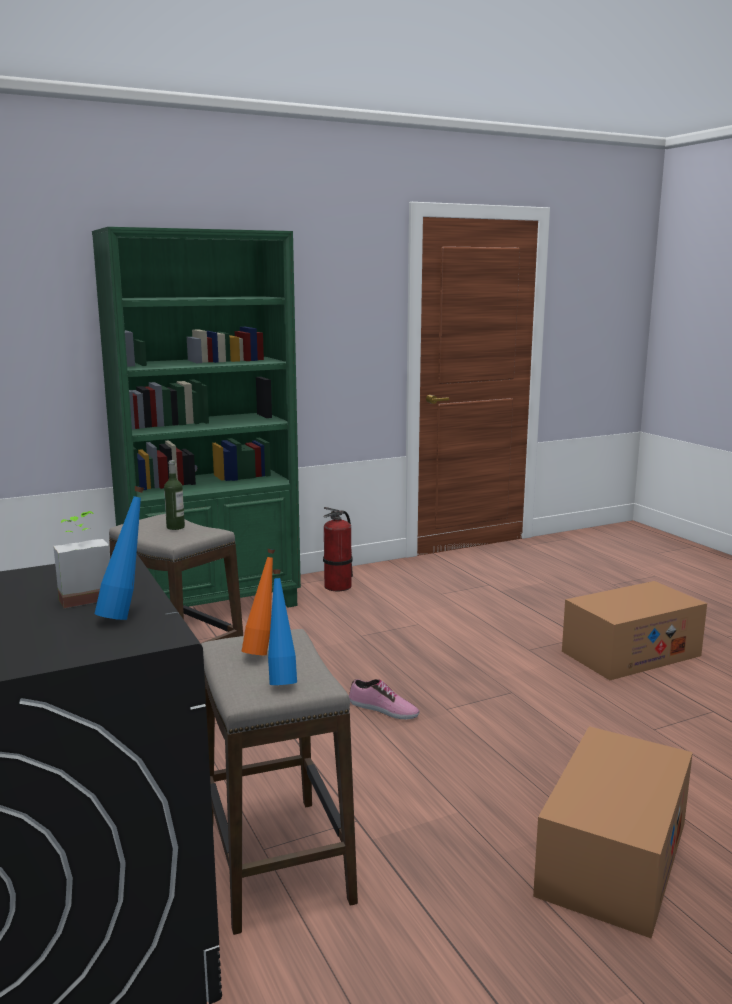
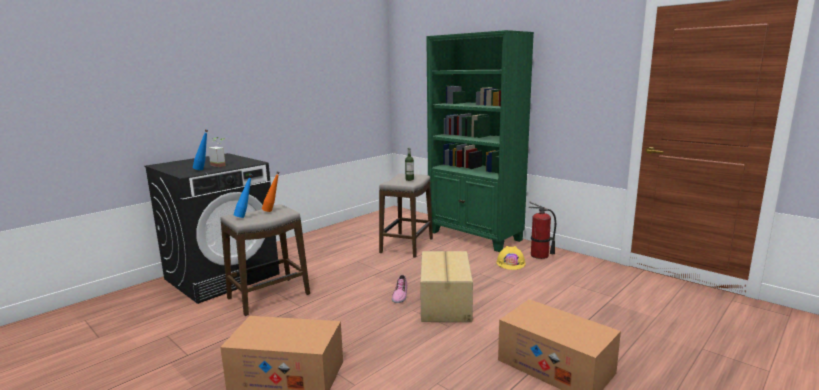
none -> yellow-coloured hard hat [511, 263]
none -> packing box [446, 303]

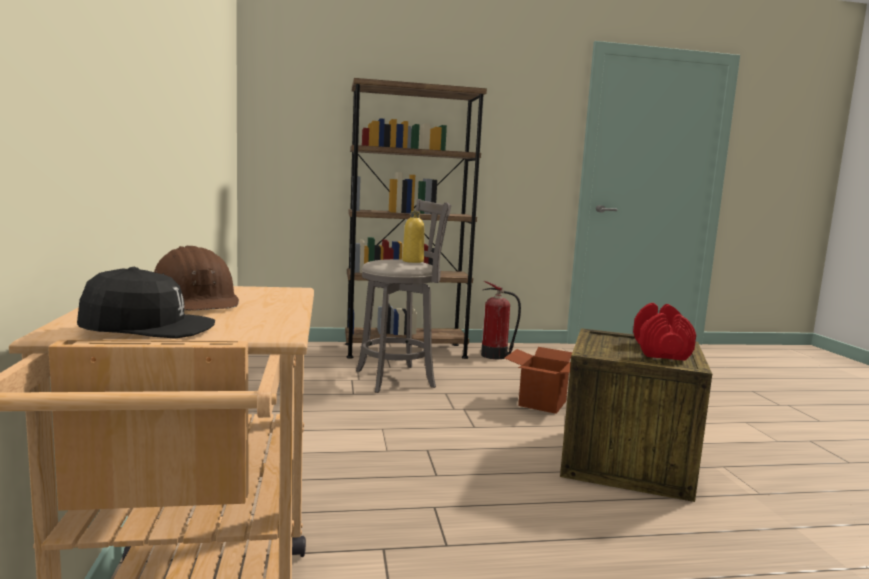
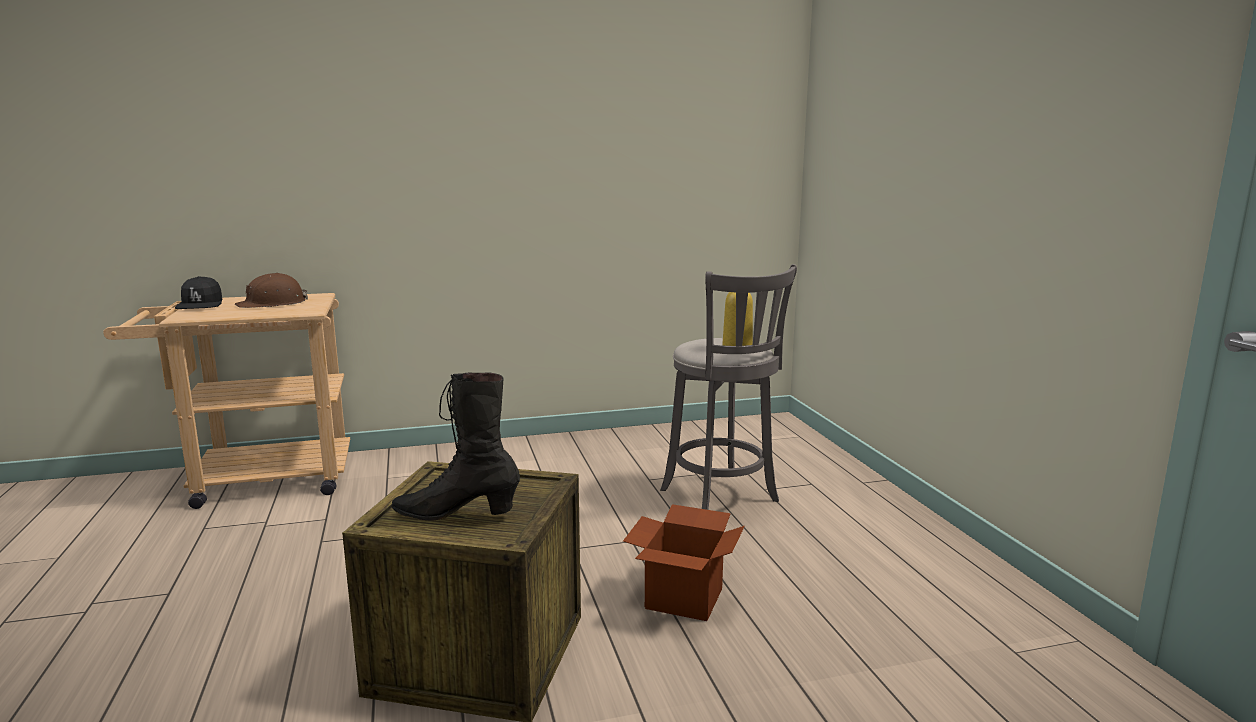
brown shelving unit [405, 351] -> none
extinguisher [496, 355] -> none
reddish dumbbell [661, 350] -> blackish high-top boot [456, 513]

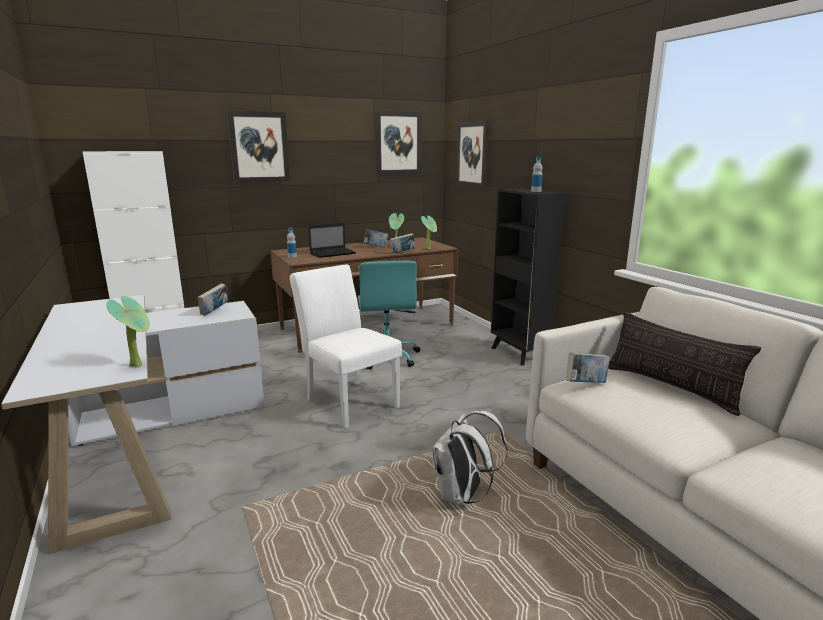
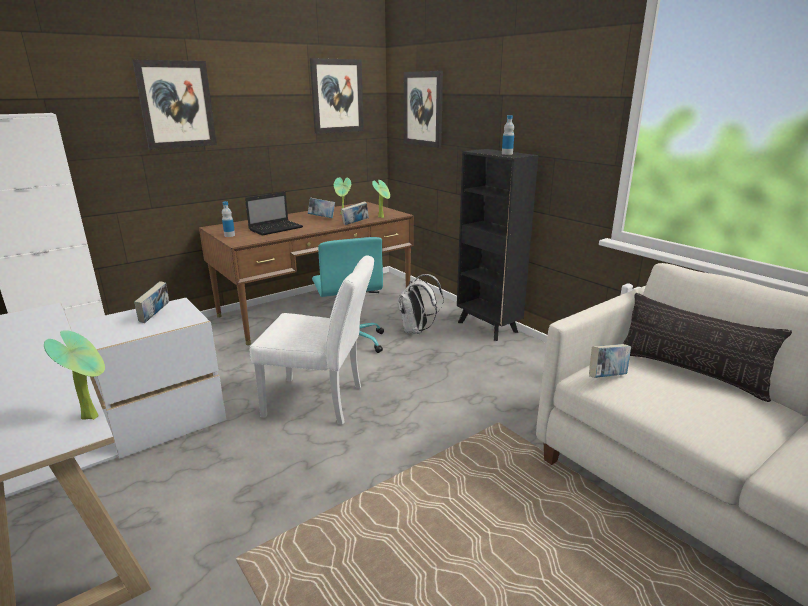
white plain chair [348, 400] -> white plain chair [321, 402], 150 degrees clockwise
white backpack [462, 496] -> white backpack [416, 330], relocated

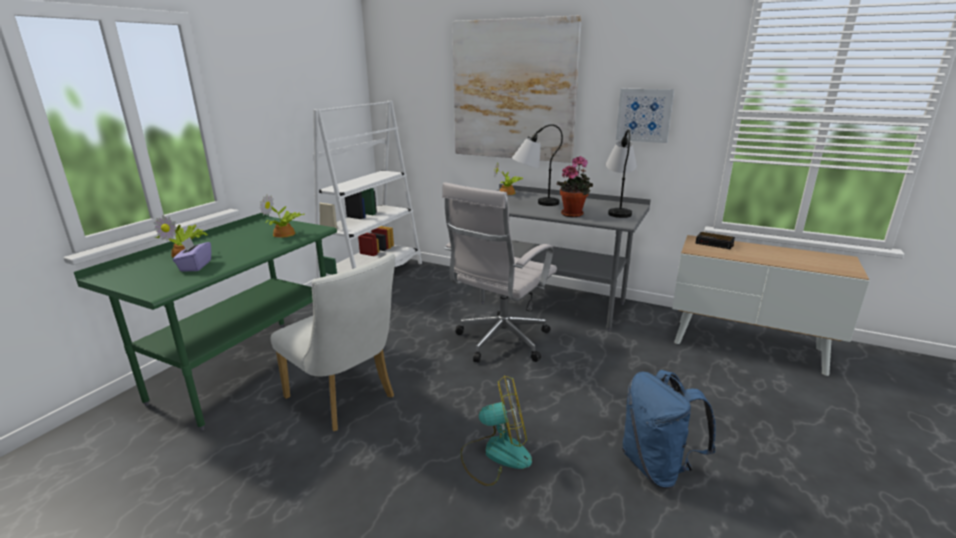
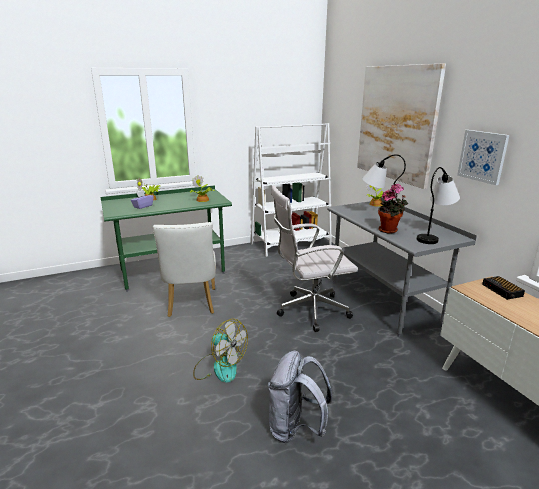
blue backpack [657, 467] -> greyish backpack [296, 428]

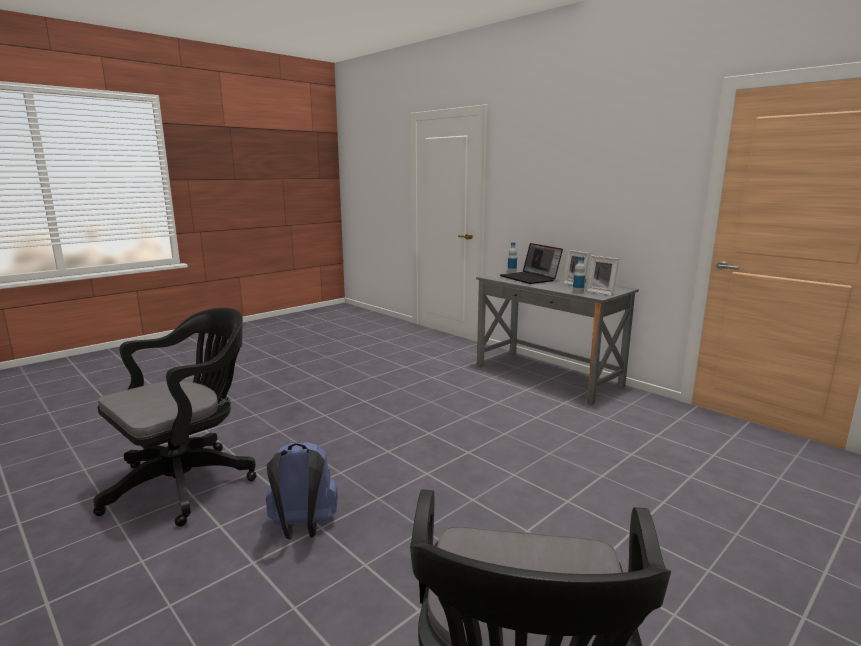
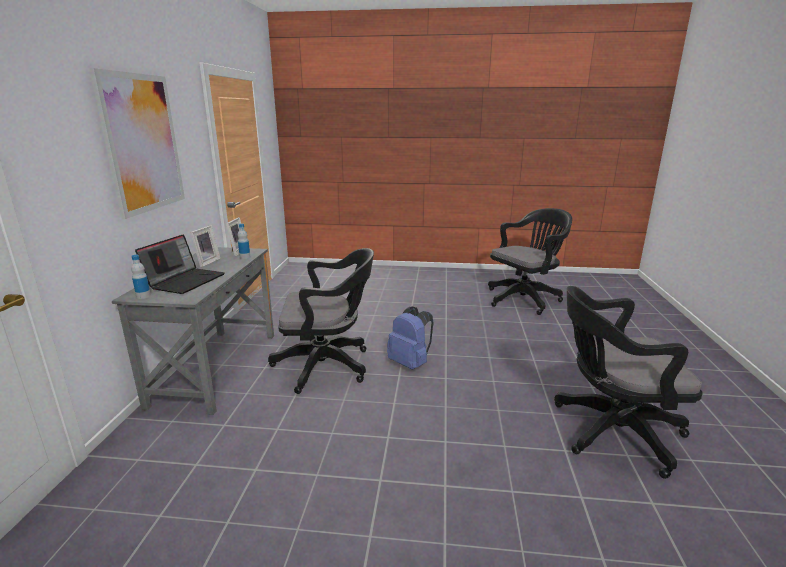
blue backpack [303, 528] -> blue backpack [410, 363], relocated
none -> picture [142, 143]
none -> blackish computer chair [328, 366]

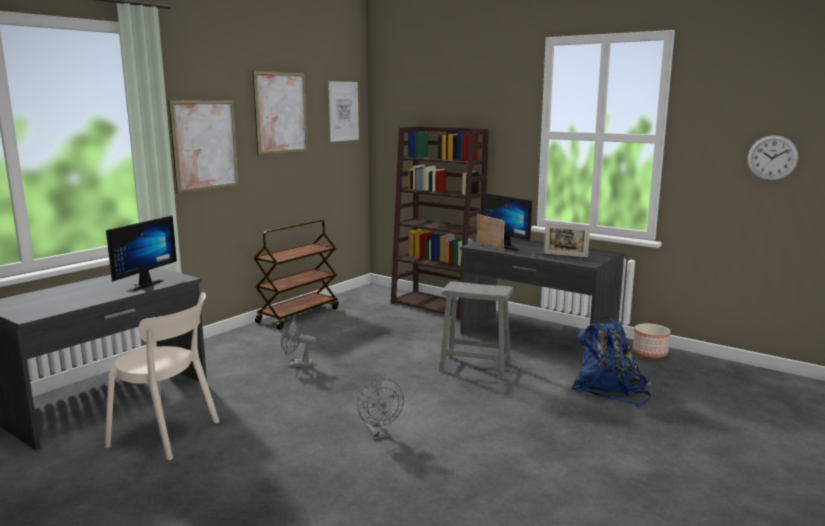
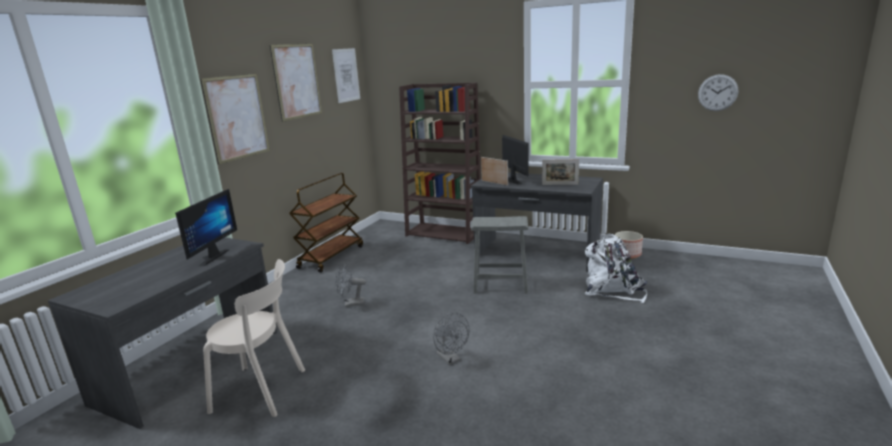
computer screen [509, 246] -> computer screen [510, 181], 150 degrees counterclockwise
blue backpack [610, 389] -> white backpack [613, 290]

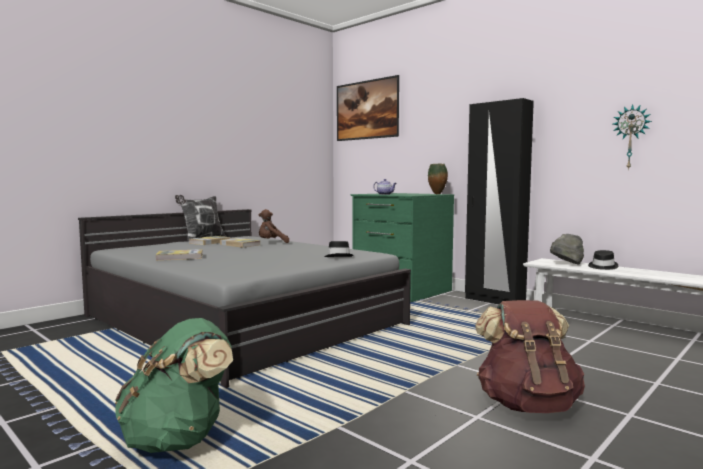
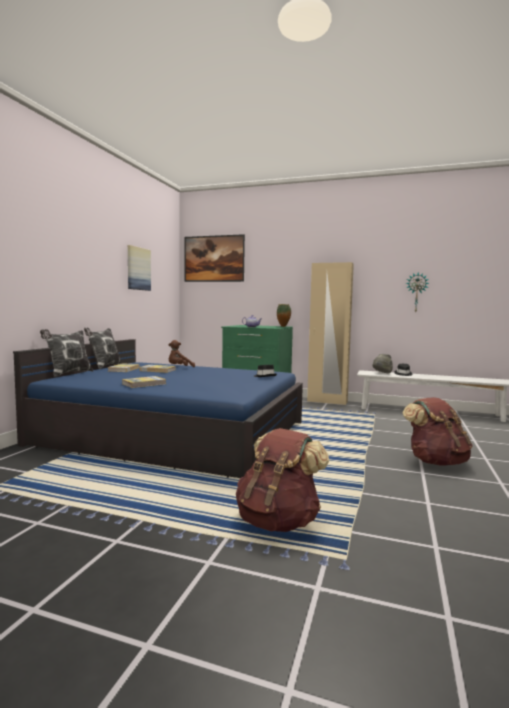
blackish clothes cupboard [494, 301] -> beige-coloured clothes cupboard [327, 401]
greyish bedroom bed [241, 320] -> blue bedroom bed [174, 433]
green backpack [178, 439] -> brown backpack [278, 521]
none -> picture [138, 268]
none -> cushion [68, 373]

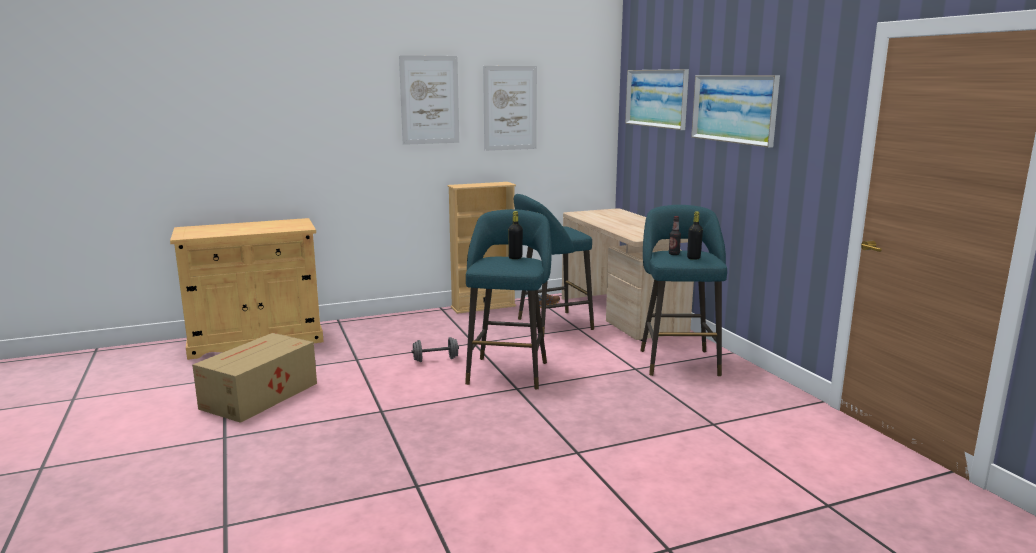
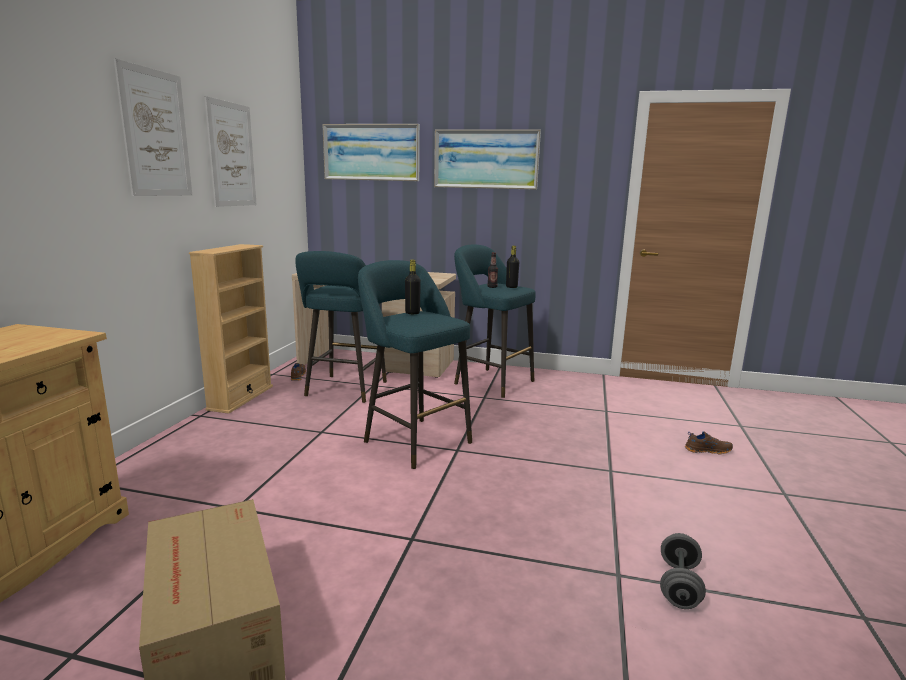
greyish dumbbell [435, 359] -> greyish dumbbell [679, 585], relocated
none -> brown shoe [707, 450]

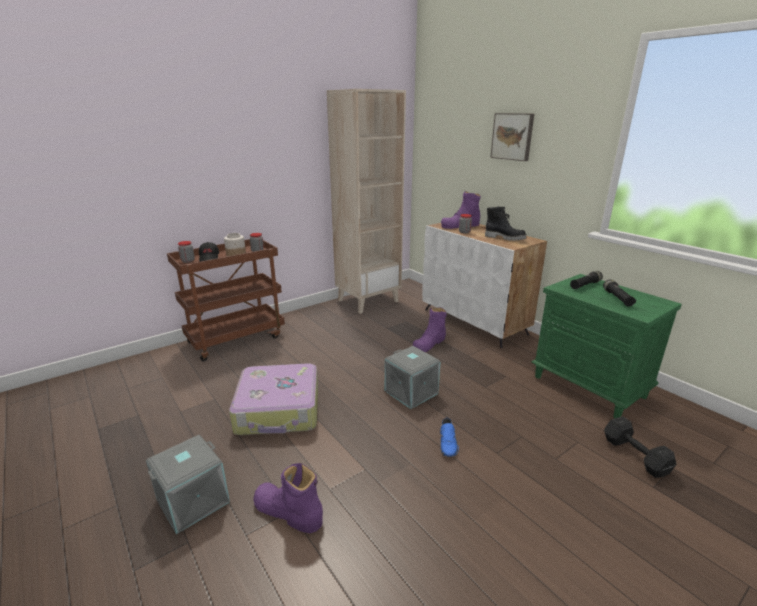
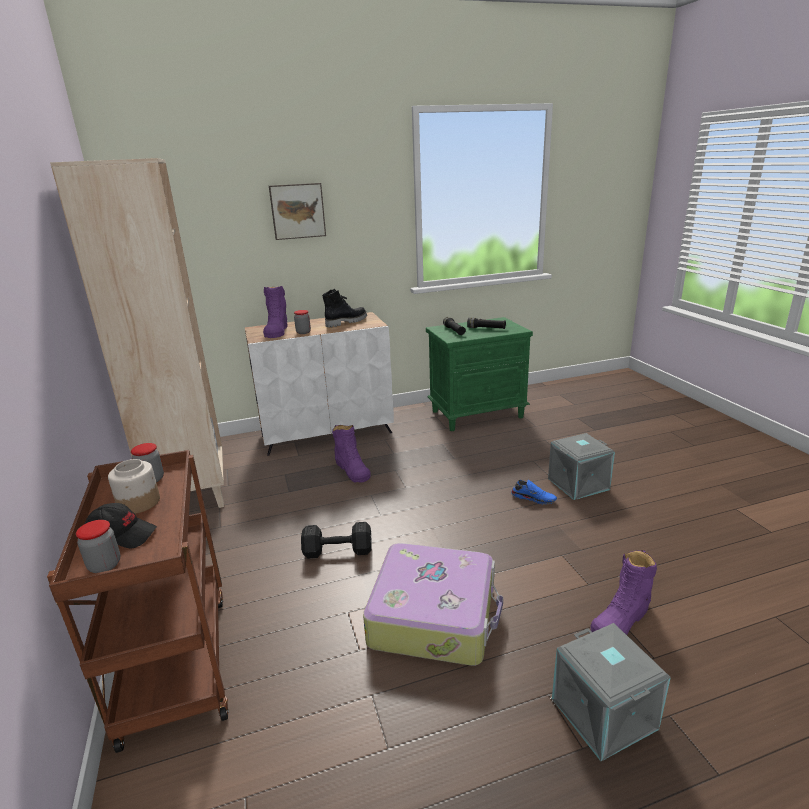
greyish storage box [412, 392] -> greyish storage box [578, 483], relocated
blackish dumbbell [634, 454] -> blackish dumbbell [336, 551], relocated

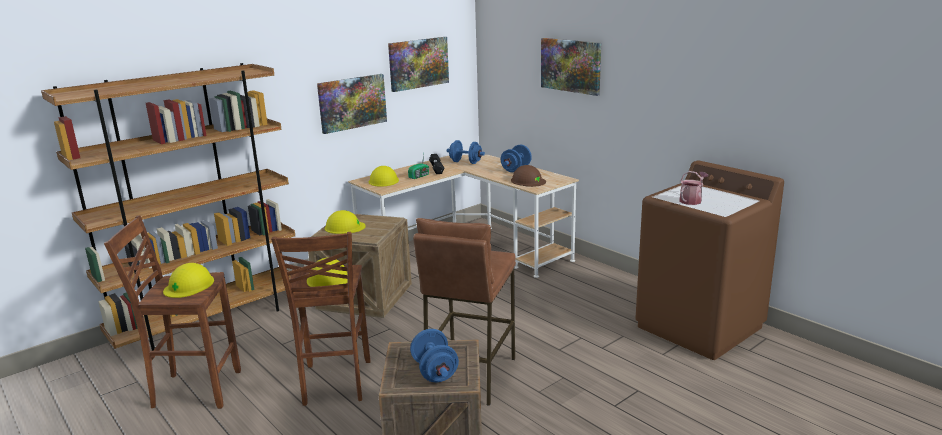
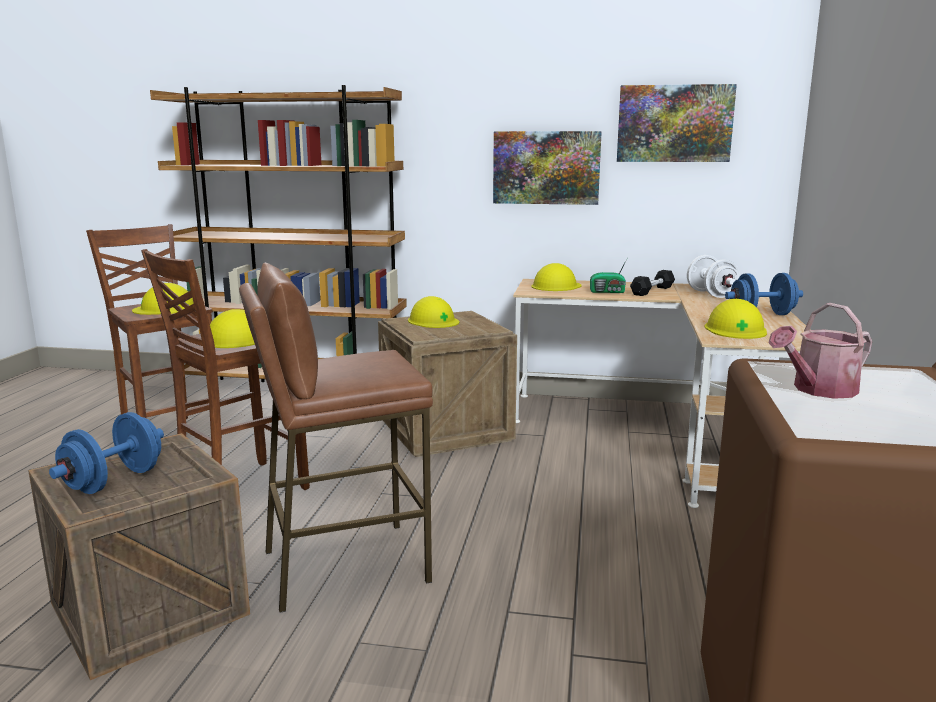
picture [571, 65] -> none
blue dumbbell [465, 162] -> white dumbbell [711, 294]
brown hard hat [528, 181] -> yellow-coloured hard hat [735, 329]
watering pot [691, 200] -> watering pot [818, 390], 150 degrees clockwise

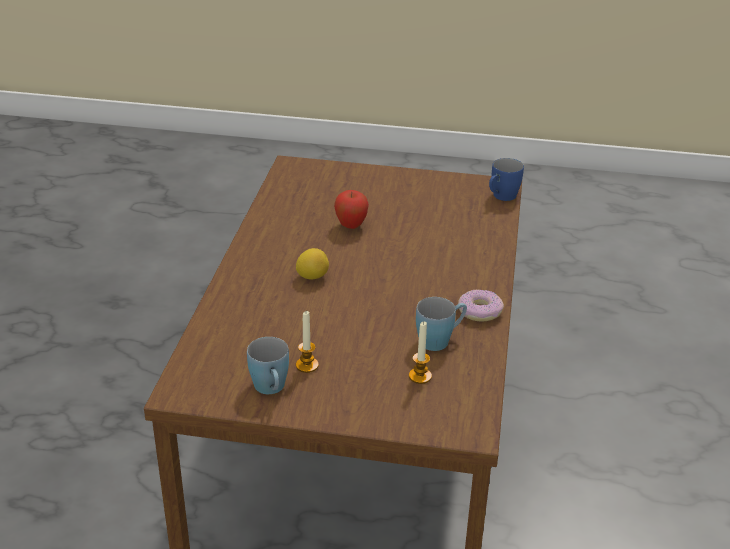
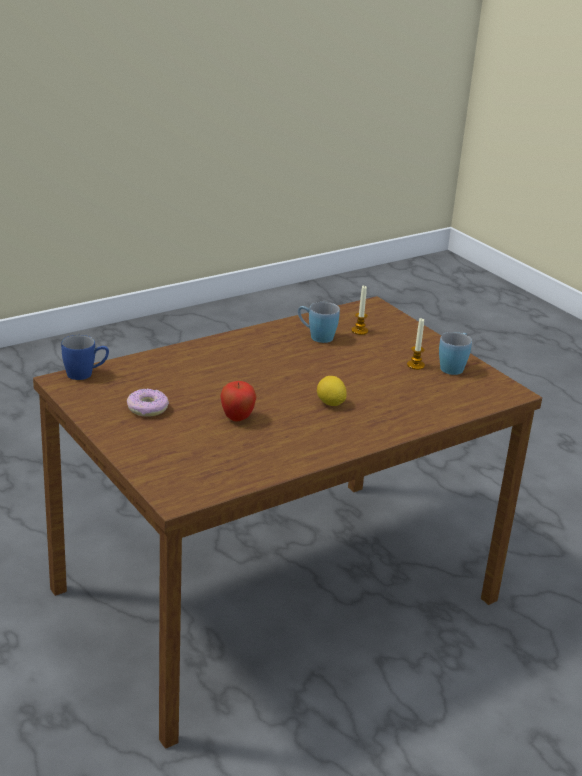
donut [479, 311] -> donut [147, 408], relocated

